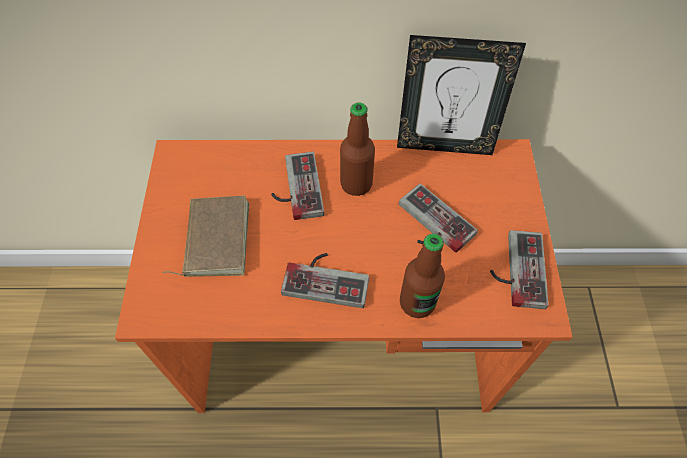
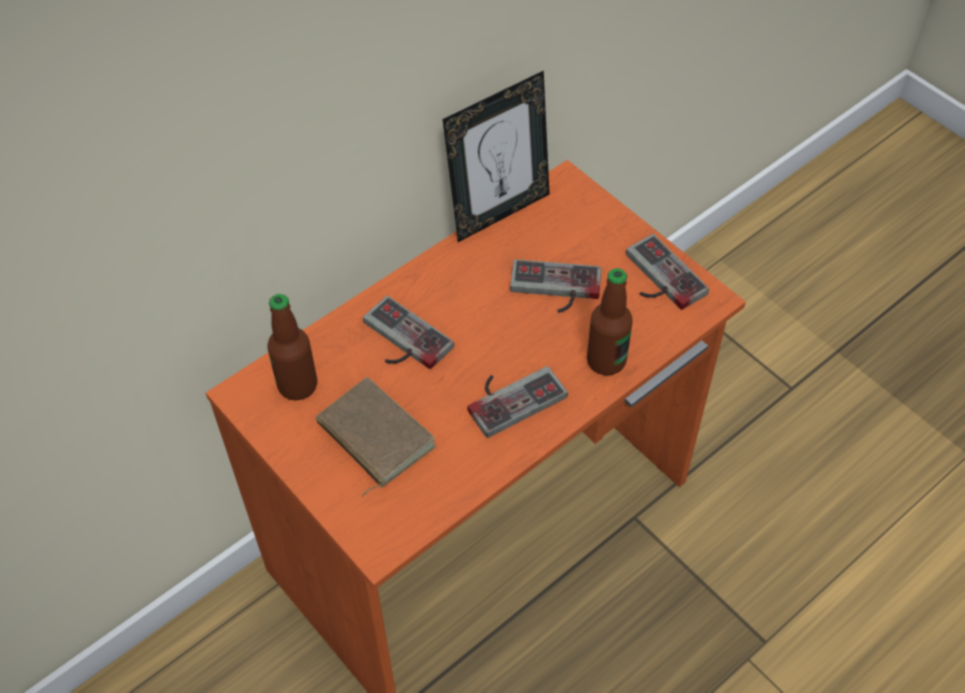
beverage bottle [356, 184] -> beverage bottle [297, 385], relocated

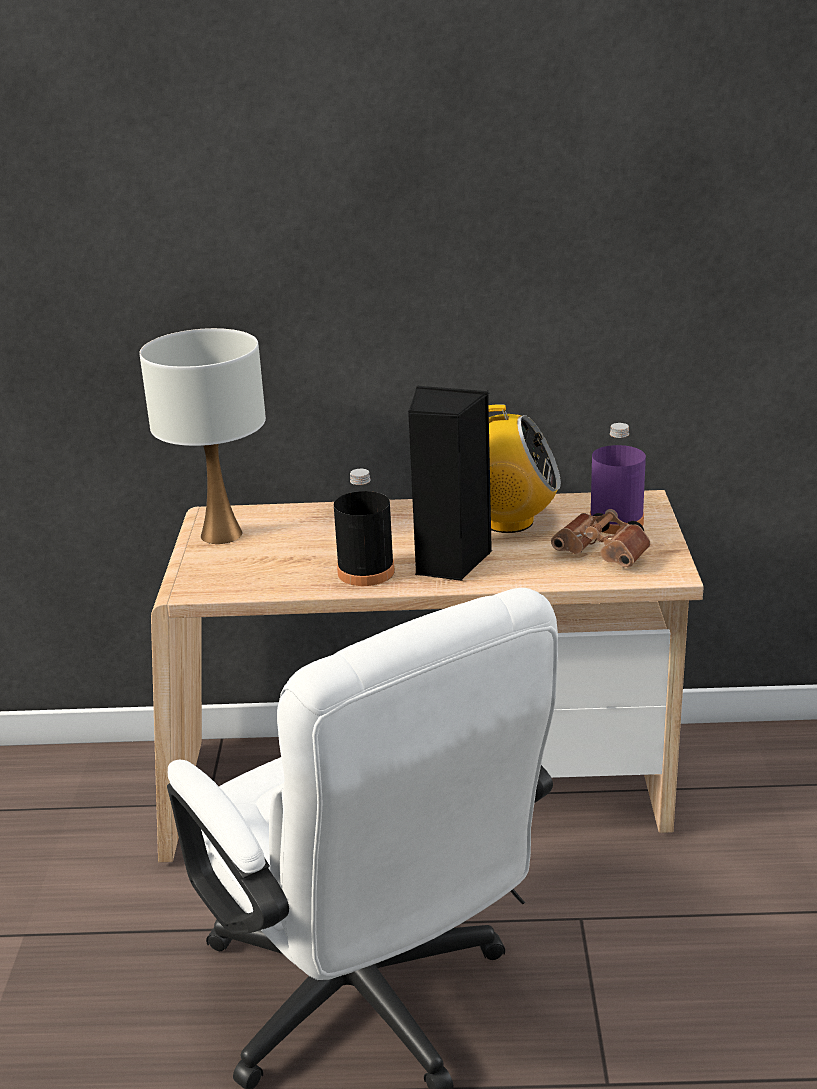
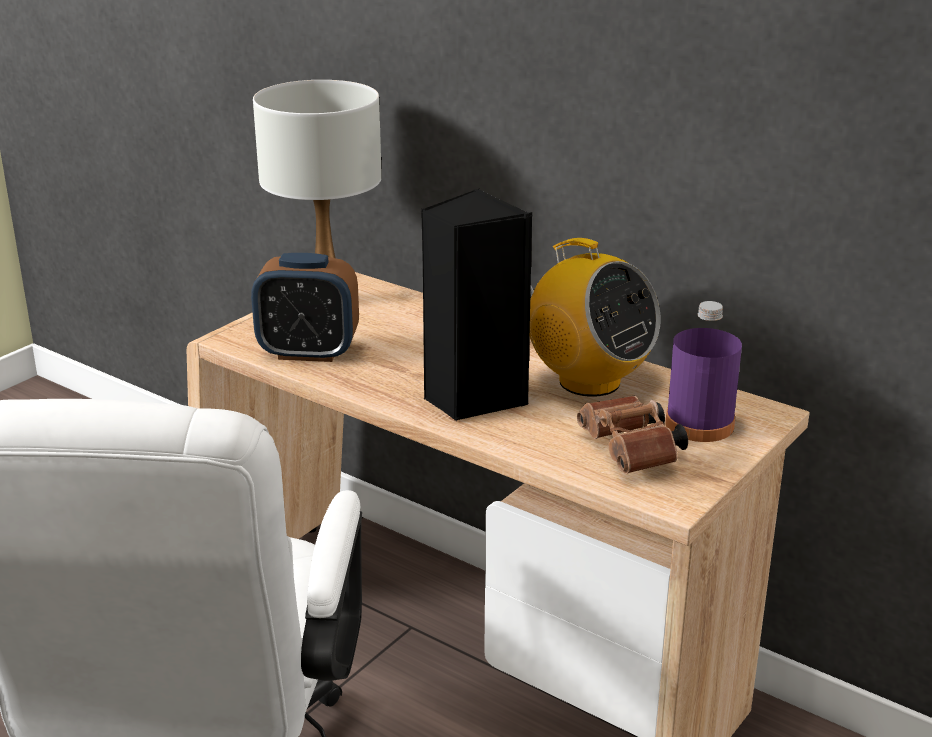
blackish beverage bottle [366, 572] -> none
none -> bedside clock [308, 352]

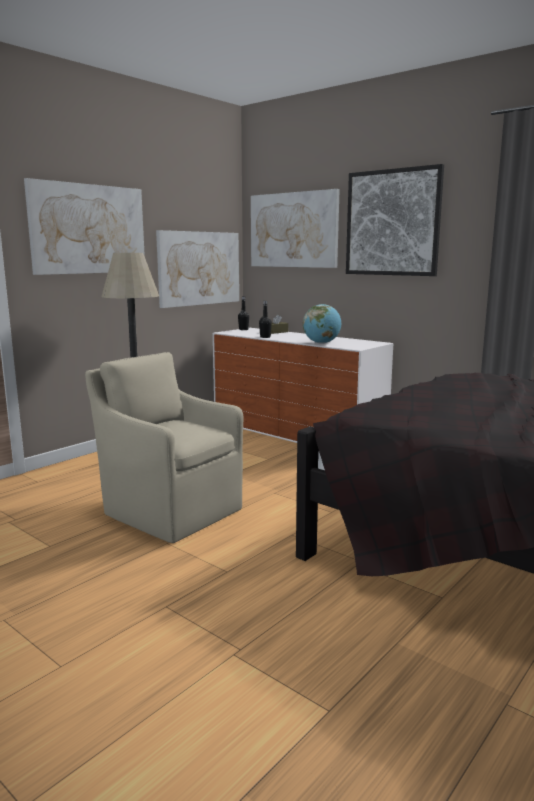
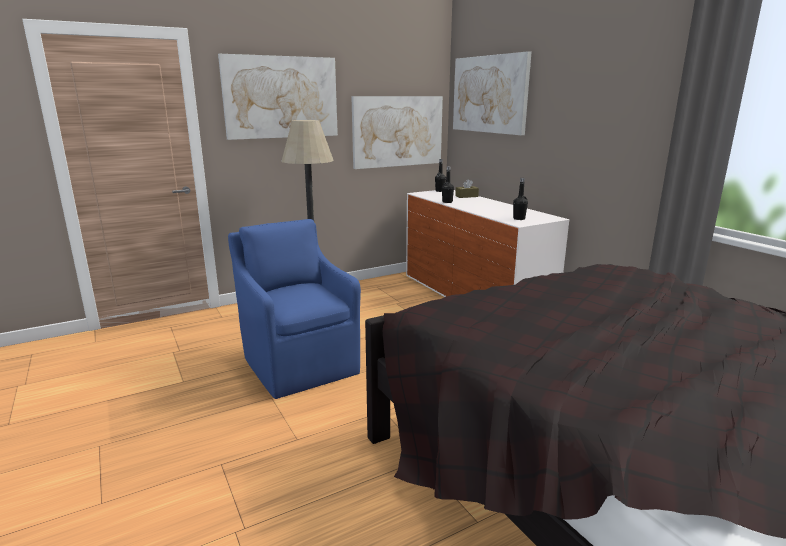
picture [392, 223] -> none
globe [321, 343] -> none
beige-coloured easy chair [170, 510] -> blue easy chair [299, 364]
none -> blackish beverage bottle [519, 219]

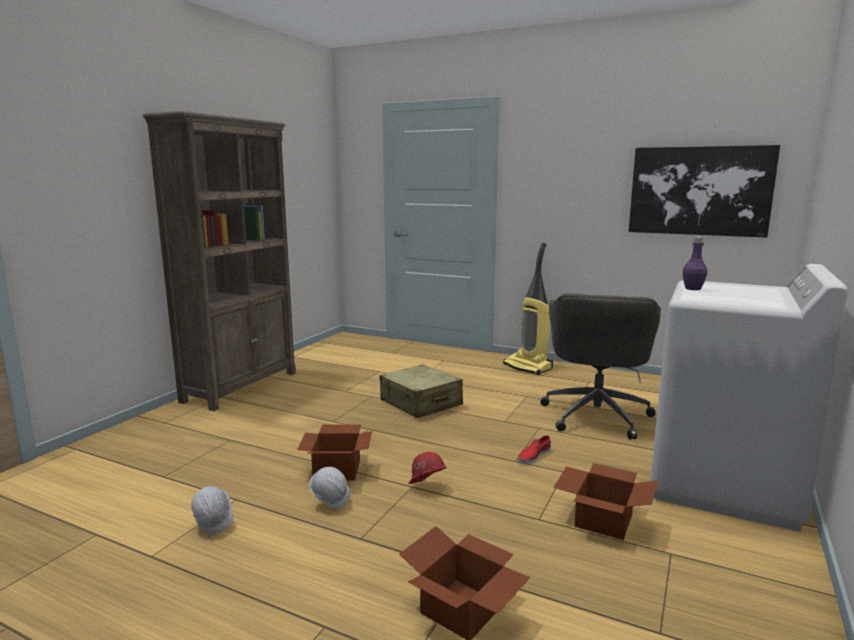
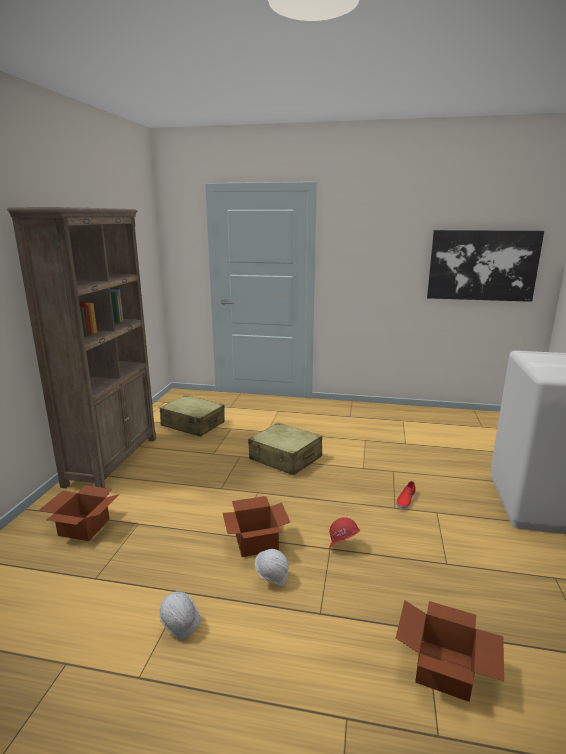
purple-coloured beverage bottle [693, 288] -> none
vacuum cleaner [528, 367] -> none
greyish computer chair [596, 414] -> none
packing box [602, 519] -> packing box [83, 526], relocated
none -> beige-coloured travel case [193, 424]

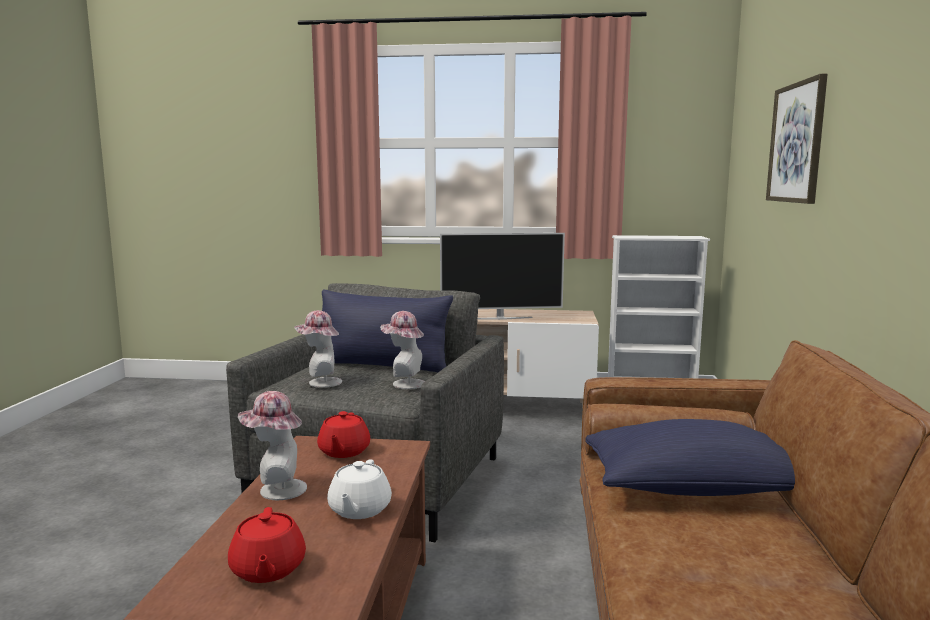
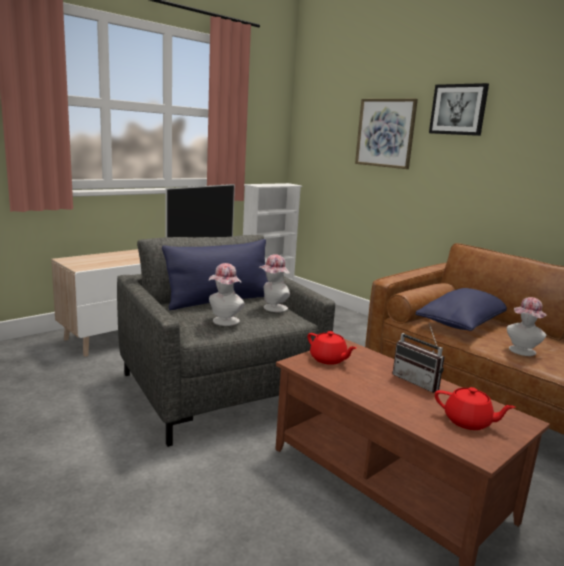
clothing hat [276, 490] -> clothing hat [522, 352], relocated
white pot for tea [359, 510] -> radio set [419, 381]
none -> picture [458, 109]

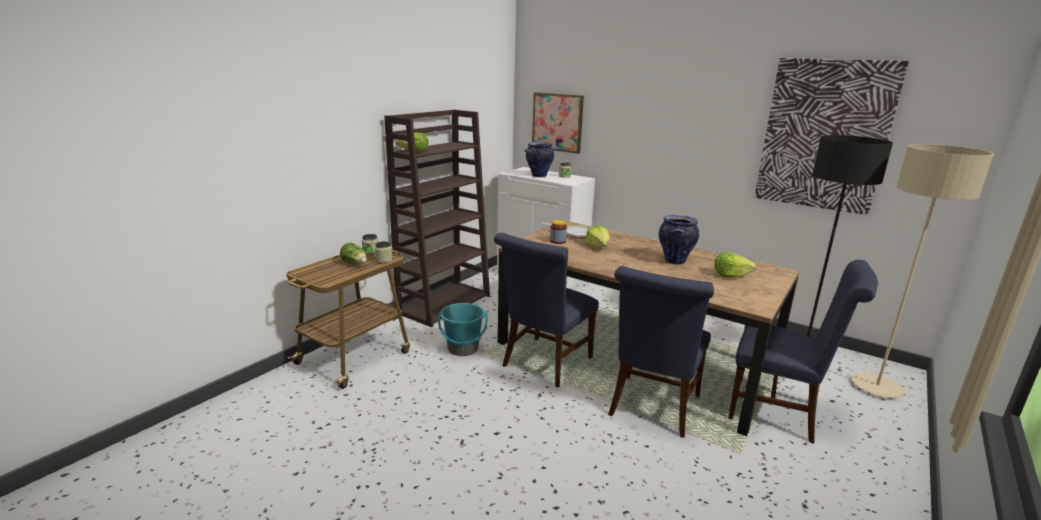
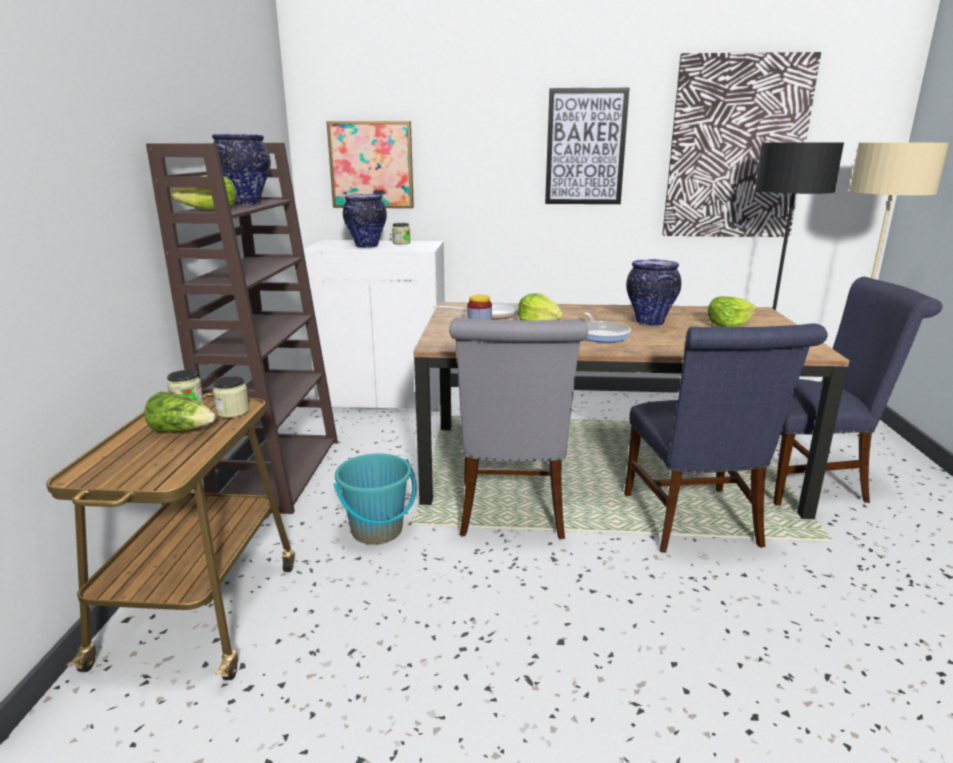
blue plain chair [544, 364] -> greyish plain chair [512, 513]
none -> picture [585, 147]
none -> flower vase [246, 203]
none -> pan [601, 334]

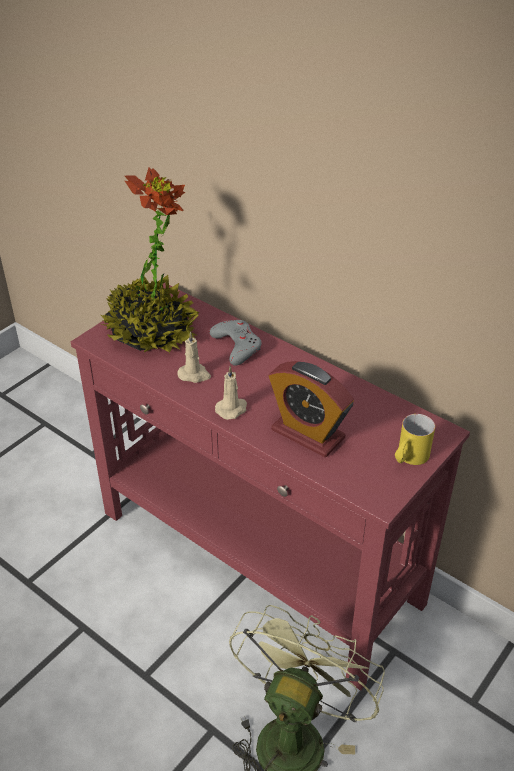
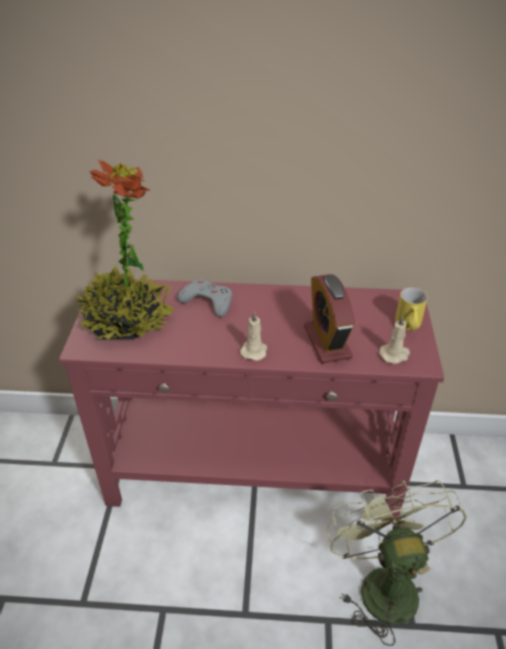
beige-coloured wax light [194, 375] -> beige-coloured wax light [395, 354], relocated
bedside clock [308, 434] -> bedside clock [327, 342], 75 degrees clockwise

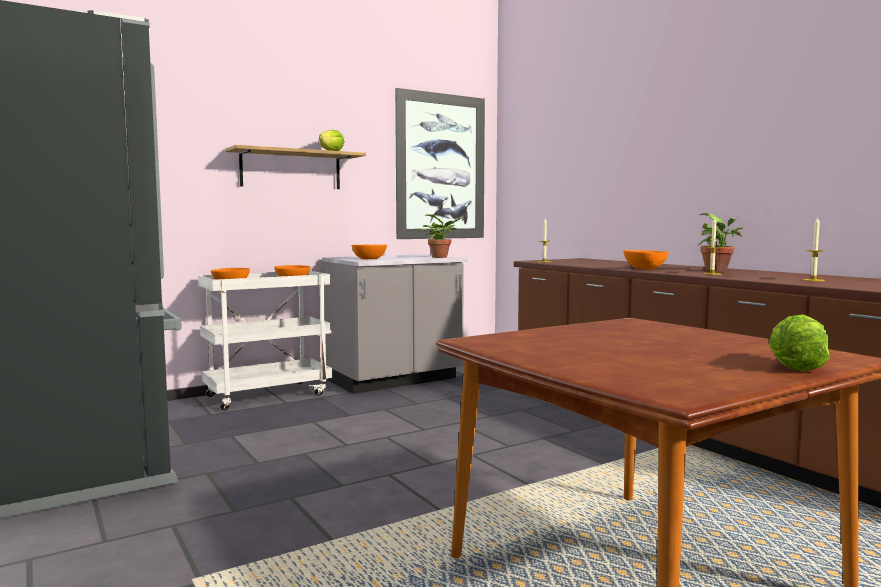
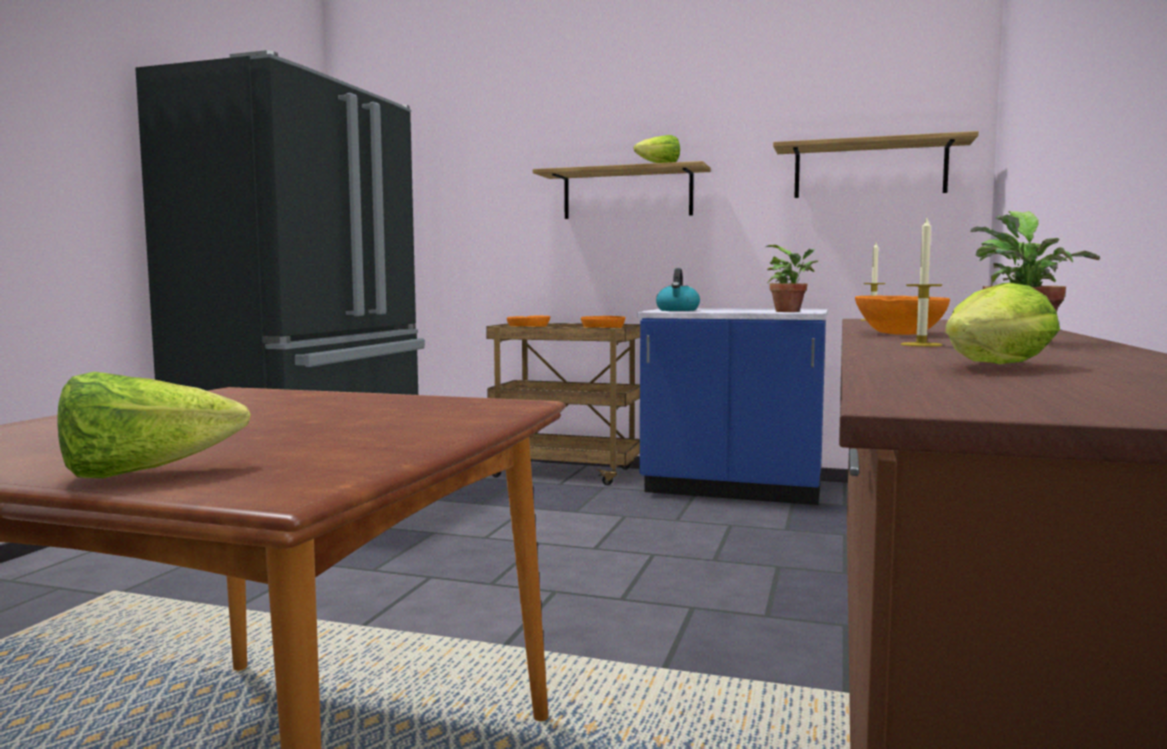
picture [441, 167] -> bracket shelf [869, 170]
wax light [813, 280] -> head of lettuce [996, 366]
orange deep dish [369, 259] -> tea kettle [678, 310]
greyish counter [395, 380] -> blue counter [733, 489]
white wheeled cart [268, 395] -> brown wheeled cart [568, 473]

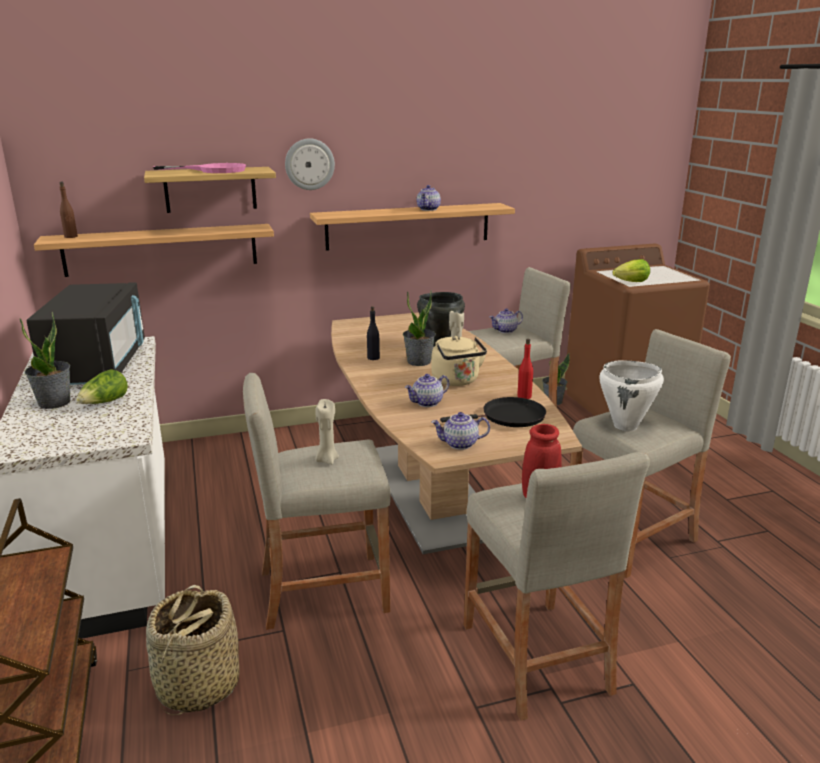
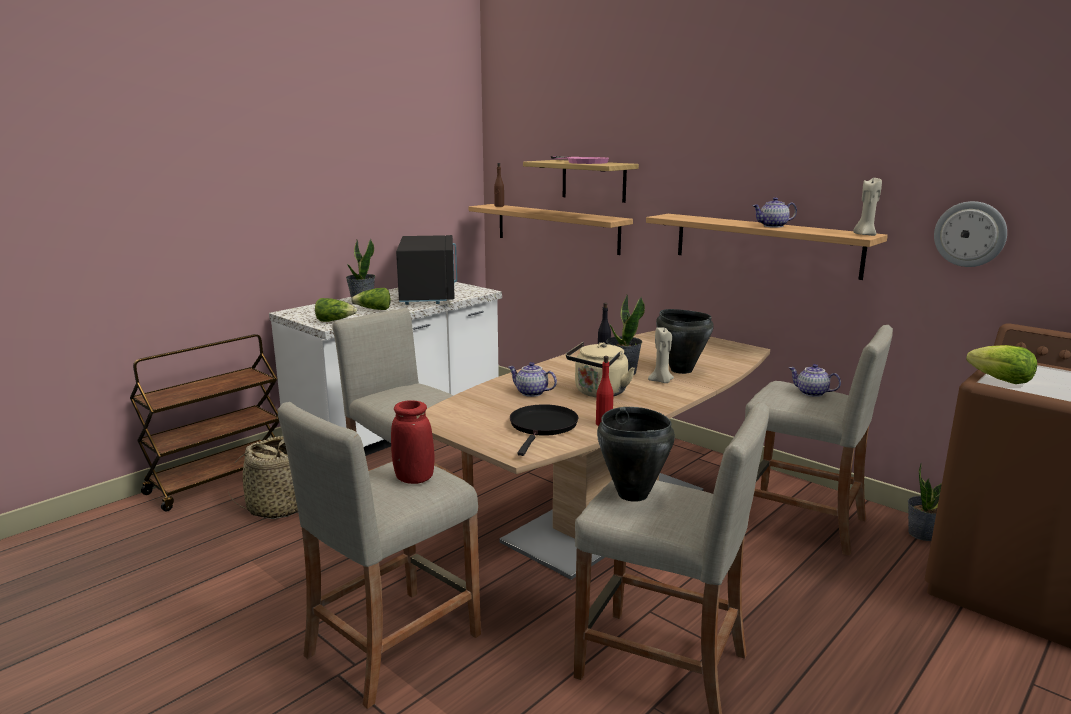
clock on the wall [309, 164] -> clock on the wall [970, 234], relocated
blackish microwave oven [98, 366] -> blackish microwave oven [428, 295], 60 degrees counterclockwise
white saucepot [626, 426] -> blackish saucepot [632, 494]
blackish pan [509, 417] -> blackish pan [543, 427], 120 degrees counterclockwise
beige-coloured wax light [326, 460] -> beige-coloured wax light [864, 235], relocated
pot for tea [460, 444] -> none
none -> head of lettuce [334, 321]

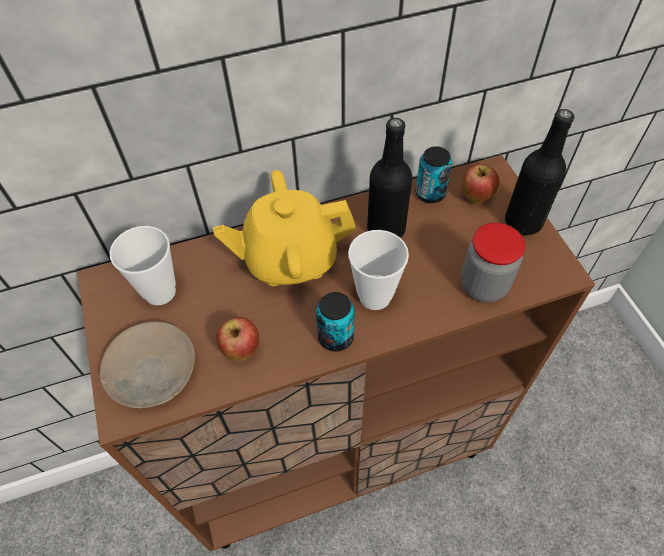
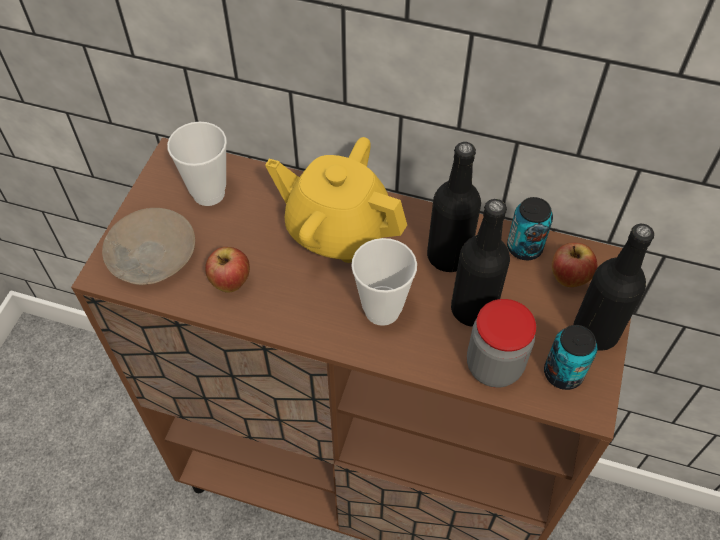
can [335, 337] -> can [563, 373], relocated
none -> blackish beverage bottle [473, 309]

